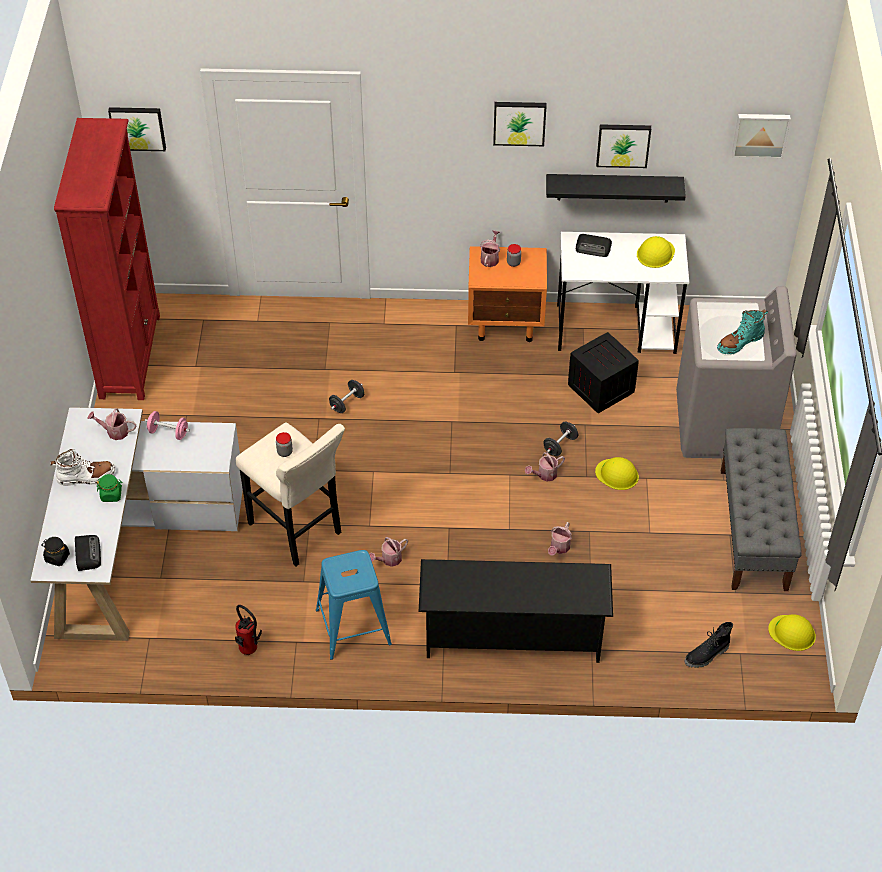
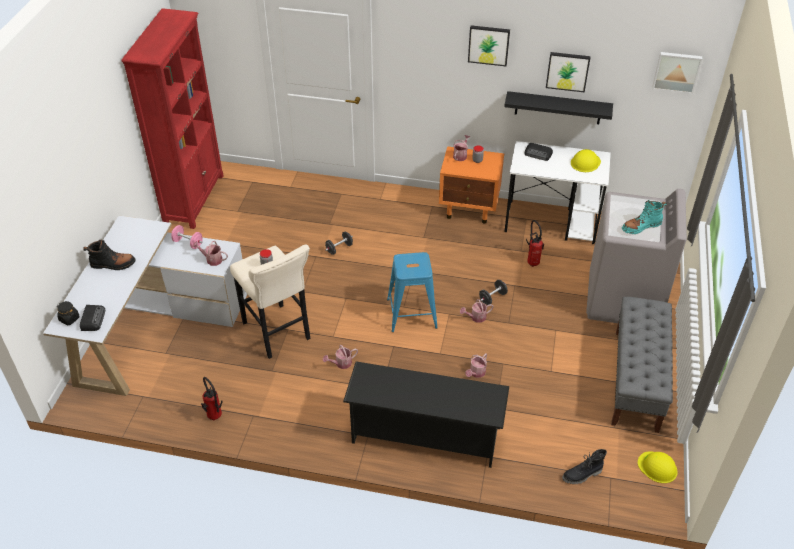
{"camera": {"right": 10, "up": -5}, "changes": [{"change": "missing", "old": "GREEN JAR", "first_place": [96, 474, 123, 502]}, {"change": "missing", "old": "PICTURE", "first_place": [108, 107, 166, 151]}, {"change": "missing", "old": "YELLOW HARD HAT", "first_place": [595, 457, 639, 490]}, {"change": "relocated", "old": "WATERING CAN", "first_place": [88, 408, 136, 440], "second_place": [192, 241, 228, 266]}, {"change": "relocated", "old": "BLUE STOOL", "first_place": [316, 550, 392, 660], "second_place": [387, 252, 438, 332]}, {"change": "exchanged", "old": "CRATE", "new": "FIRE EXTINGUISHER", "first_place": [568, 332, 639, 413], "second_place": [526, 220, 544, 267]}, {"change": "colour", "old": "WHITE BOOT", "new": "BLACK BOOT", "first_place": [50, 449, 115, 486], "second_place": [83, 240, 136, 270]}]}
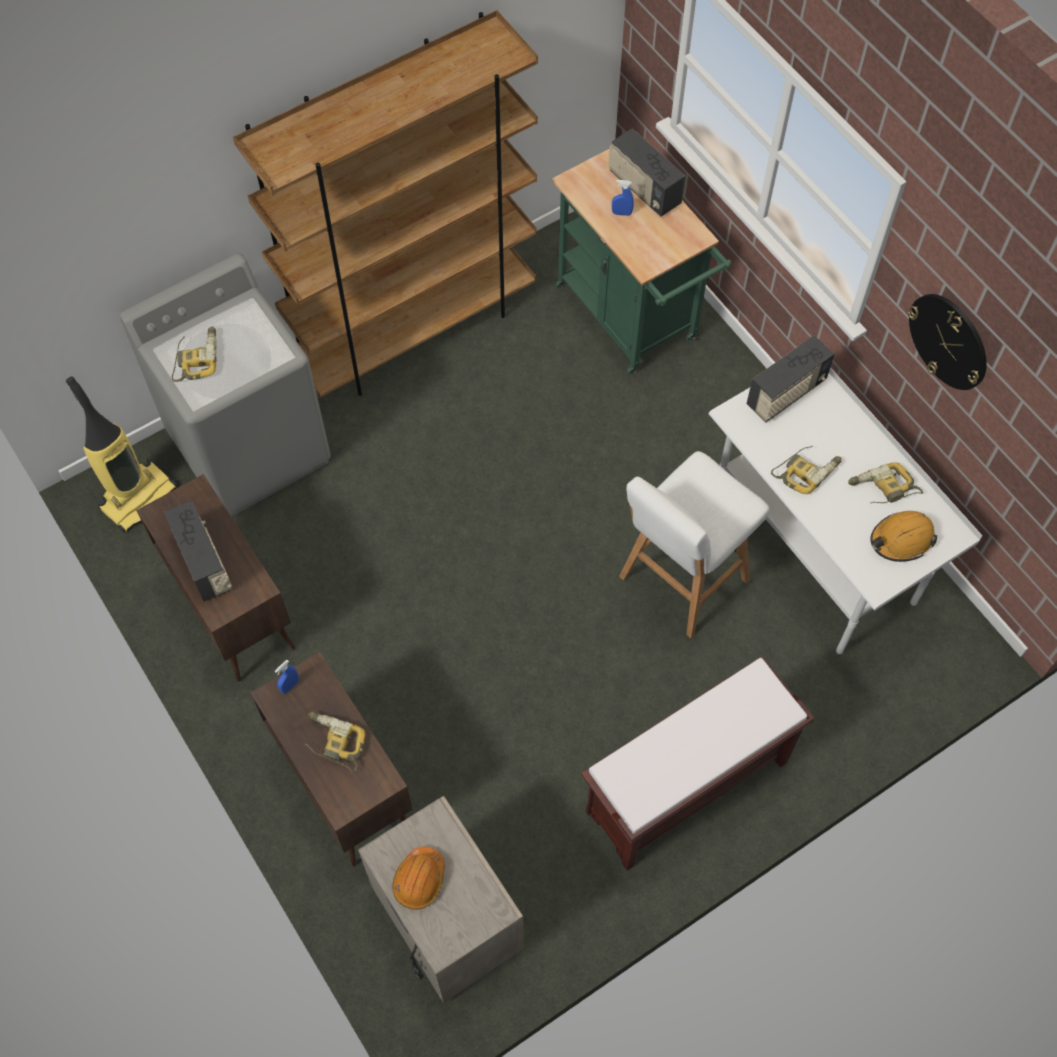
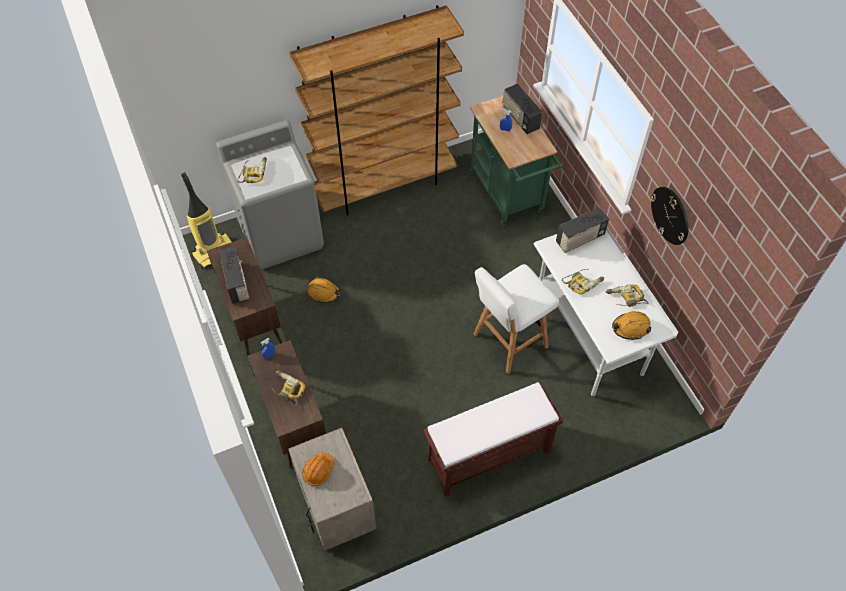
{"camera": {"right": 10, "up": -5}, "changes": [{"change": "appeared", "new": "ORANGE HARD HAT", "second_place": [308, 277, 340, 303]}]}
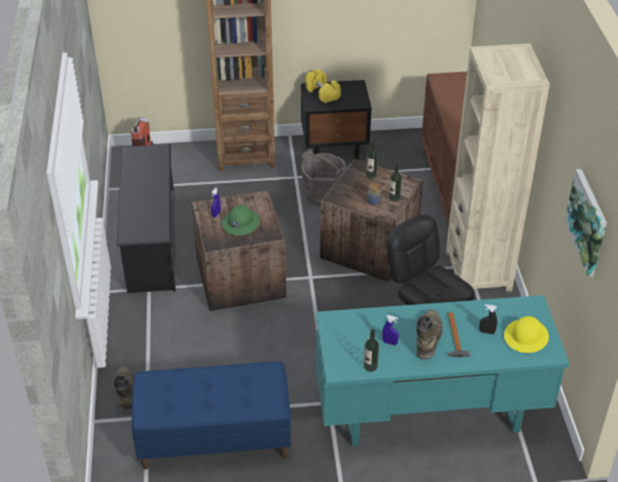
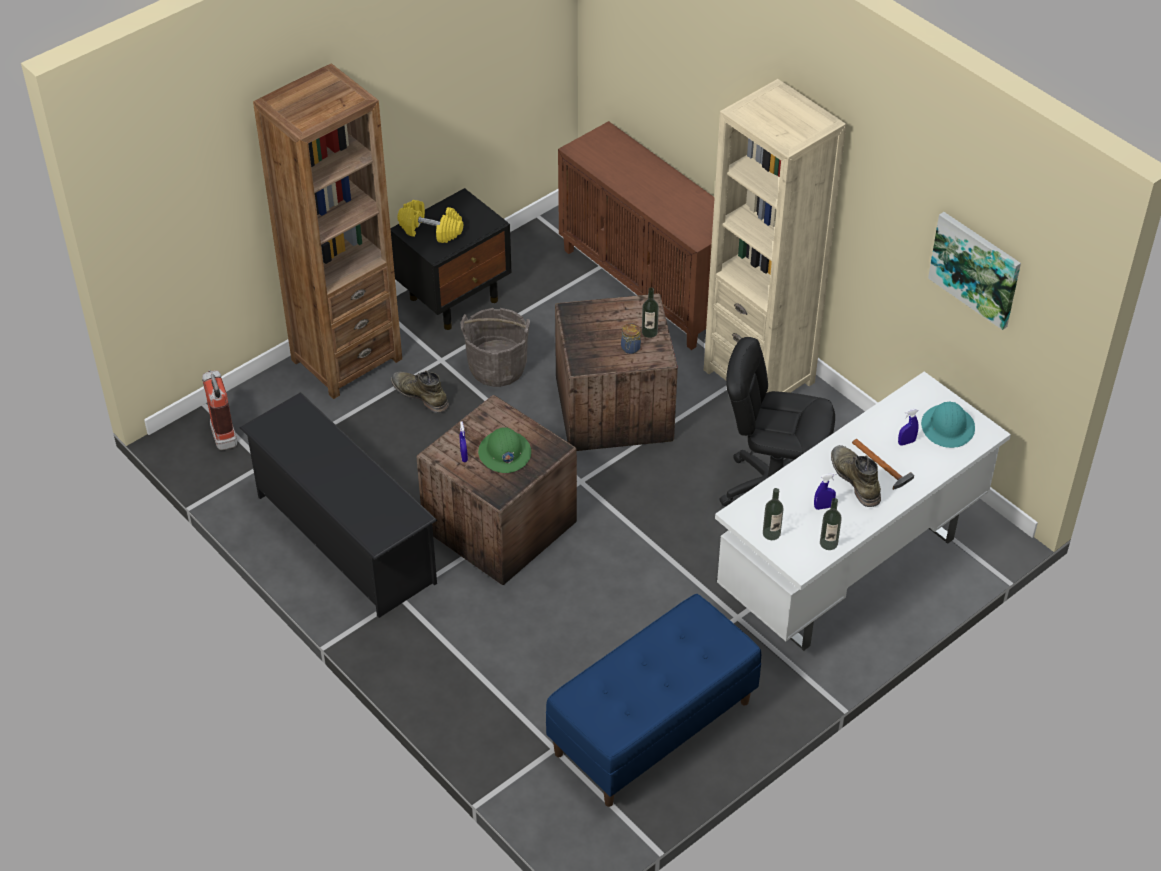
{"camera": {"right": -35, "up": 5}, "changes": [{"change": "relocated", "old": "GREEN BOOT", "first_place": [114, 366, 134, 414], "second_place": [391, 371, 449, 413]}, {"change": "relocated", "old": "BOTTLE", "first_place": [366, 141, 378, 178], "second_place": [763, 488, 784, 540]}, {"change": "colour", "old": "TURQUOISE DESK", "new": "WHITE DESK", "first_place": [316, 295, 569, 446], "second_place": [715, 371, 1011, 651]}, {"change": "colour", "old": "BLACK SPRAY BOTTLE", "new": "BLUE SPRAY BOTTLE", "first_place": [479, 304, 497, 334], "second_place": [898, 408, 919, 446]}, {"change": "colour", "old": "YELLOW HARD HAT", "new": "TURQUOISE HARD HAT", "first_place": [504, 316, 549, 353], "second_place": [921, 401, 975, 448]}]}
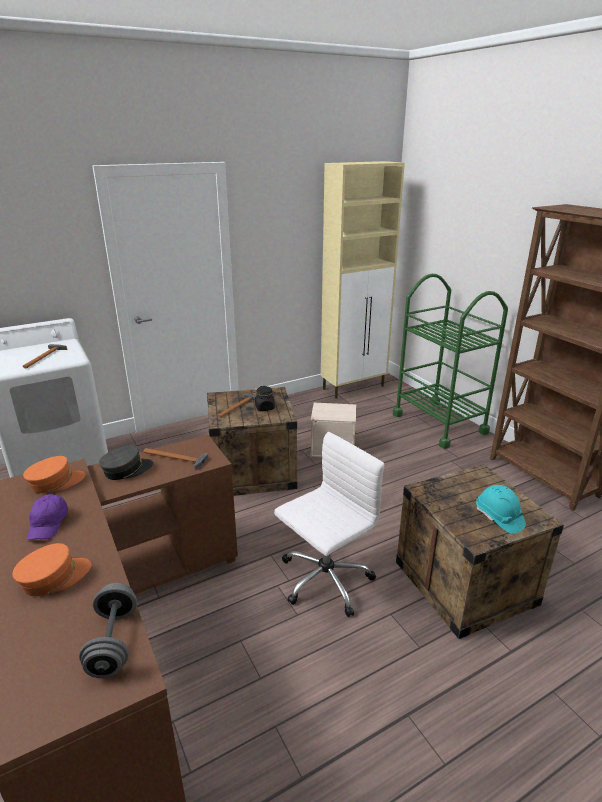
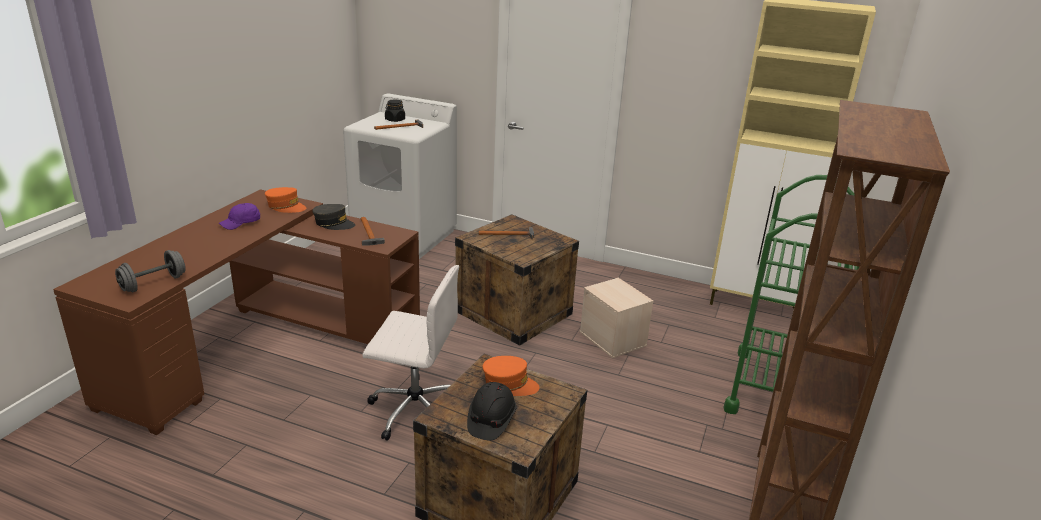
{"camera": {"right": 50, "up": 0}, "changes": [{"change": "relocated", "old": "ORANGE CAP", "first_place": [13, 543, 91, 596], "second_place": [483, 356, 540, 396]}, {"change": "relocated", "old": "BLACK JAR", "first_place": [255, 386, 275, 411], "second_place": [385, 99, 405, 122]}, {"change": "colour", "old": "TURQUOISE HARD HAT", "new": "BLACK HARD HAT", "first_place": [476, 485, 526, 534], "second_place": [467, 382, 517, 441]}]}
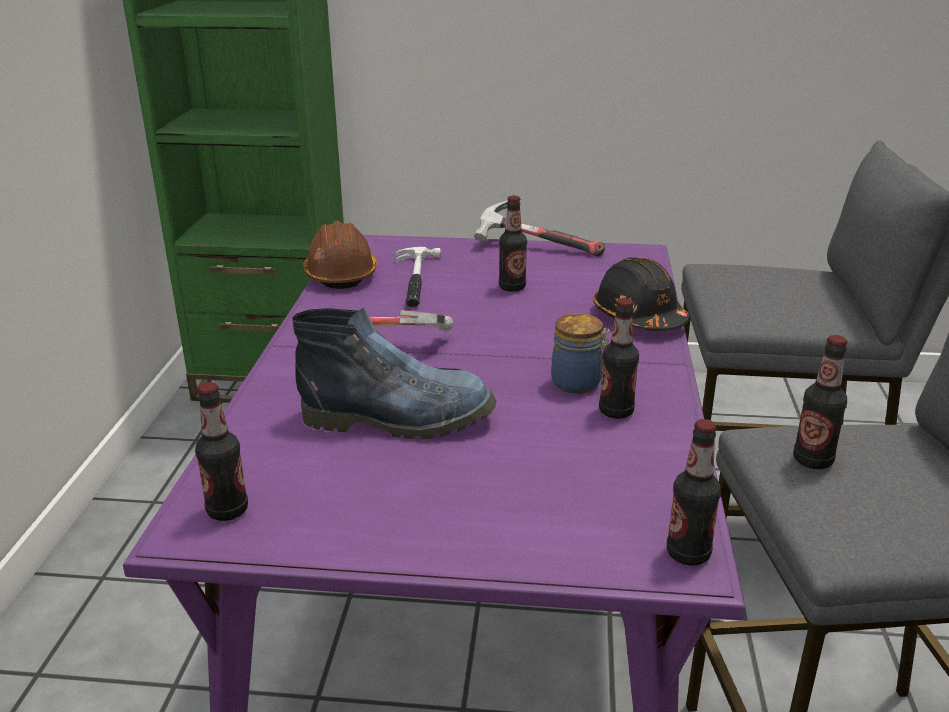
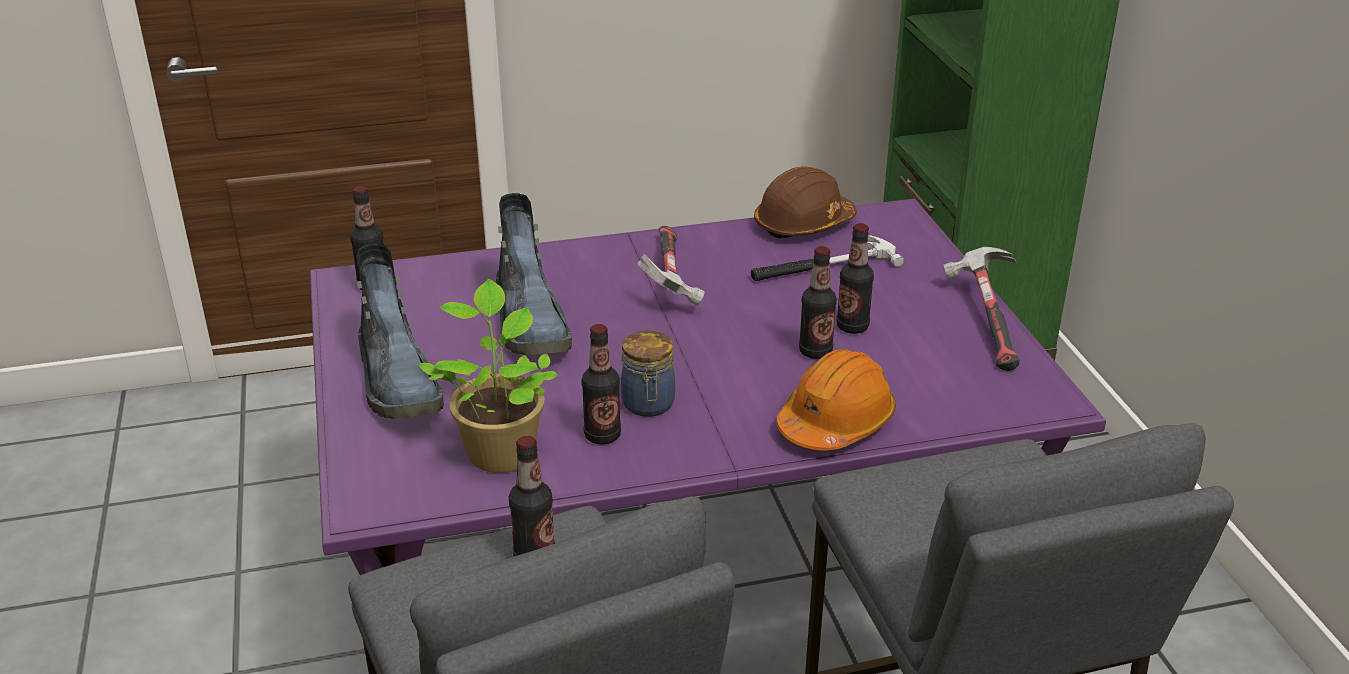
{"camera": {"right": 70, "up": 5}, "changes": [{"change": "appeared", "new": "BOOT", "second_place": [357, 243, 444, 419]}, {"change": "appeared", "new": "POTTED PLANT", "second_place": [418, 279, 558, 473]}, {"change": "relocated", "old": "BOTTLE", "first_place": [667, 419, 721, 566], "second_place": [799, 246, 837, 359]}, {"change": "colour", "old": "BLACK HARD HAT", "new": "ORANGE HARD HAT", "first_place": [593, 257, 689, 331], "second_place": [776, 349, 896, 450]}]}
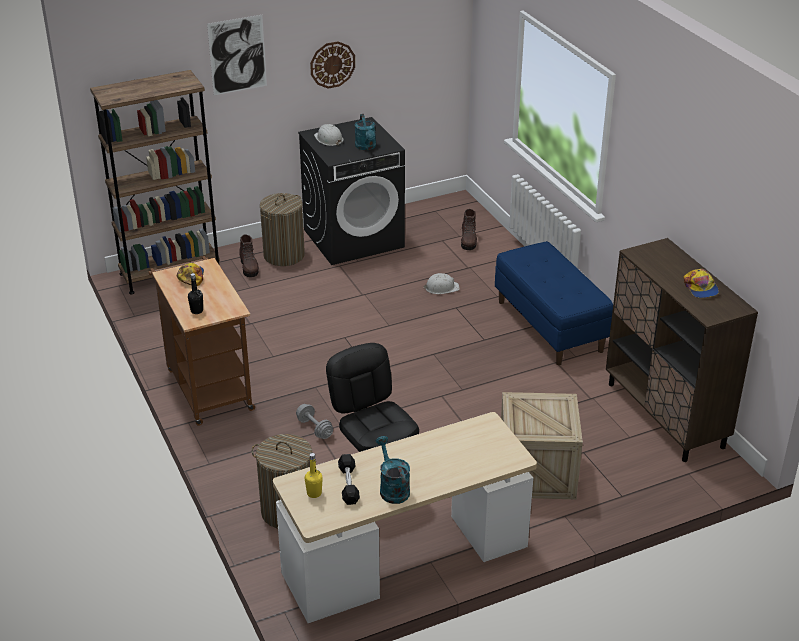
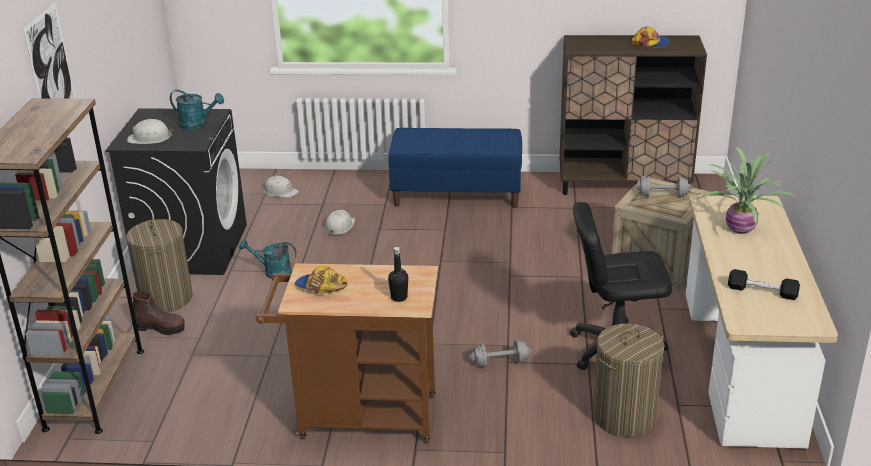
{"camera": {"right": -60, "up": -5}, "changes": [{"change": "missing", "old": "YELLOW BOTTLE", "first_place": [305, 453, 323, 498]}, {"change": "missing", "old": "WALL CLOCK", "first_place": [310, 41, 355, 89]}, {"change": "appeared", "new": "GREY DUMBBELL", "second_place": [635, 176, 692, 198]}, {"change": "appeared", "new": "POTTED PLANT", "second_place": [697, 147, 796, 234]}, {"change": "relocated", "old": "TURQUOISE WATERING CAN", "first_place": [375, 436, 410, 504], "second_place": [239, 239, 296, 279]}, {"change": "exchanged", "old": "BROWN BOOT", "new": "WHITE HARD HAT", "first_place": [461, 209, 477, 250], "second_place": [263, 176, 299, 197]}]}
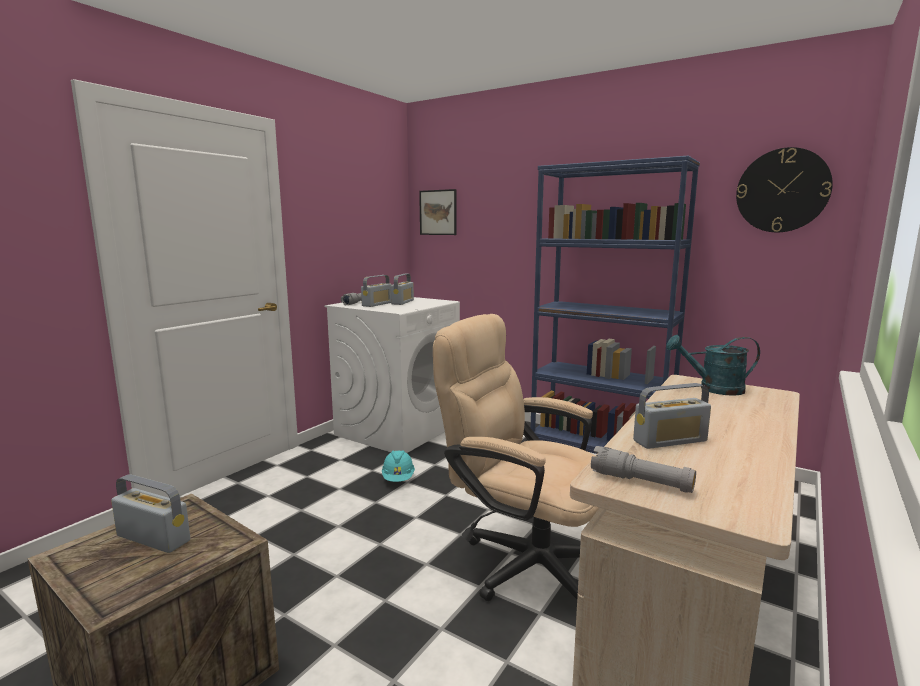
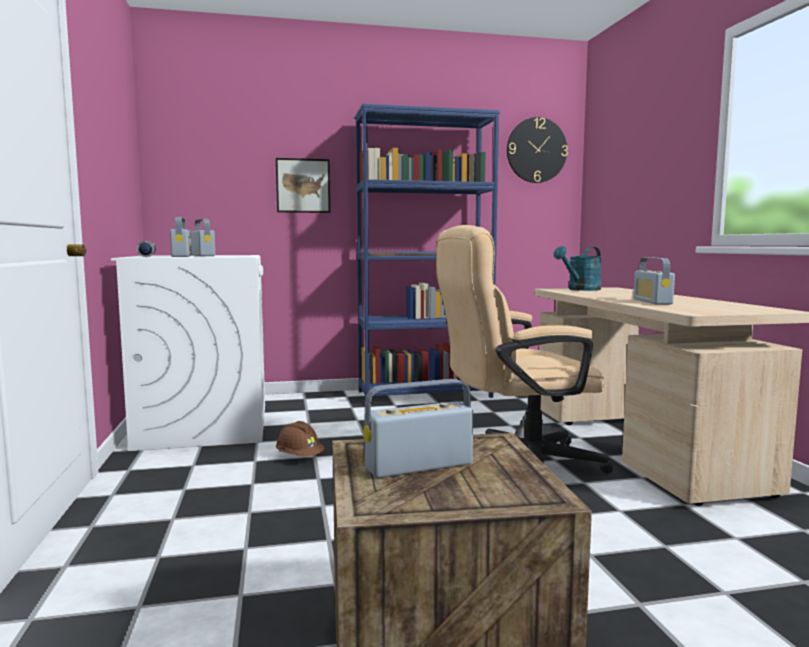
{"camera": {"right": -45, "up": -5}, "changes": [{"change": "missing", "old": "GREY FLASHLIGHT", "first_place": [591, 446, 696, 493]}, {"change": "relocated", "old": "PICTURE", "first_place": [419, 189, 456, 235], "second_place": [276, 158, 330, 213]}, {"change": "colour", "old": "TURQUOISE HARD HAT", "new": "BROWN HARD HAT", "first_place": [382, 450, 415, 482], "second_place": [276, 421, 325, 456]}, {"change": "spun", "old": "RADIO", "first_place": [633, 383, 711, 449], "second_place": [633, 257, 675, 305], "degrees": 150}]}
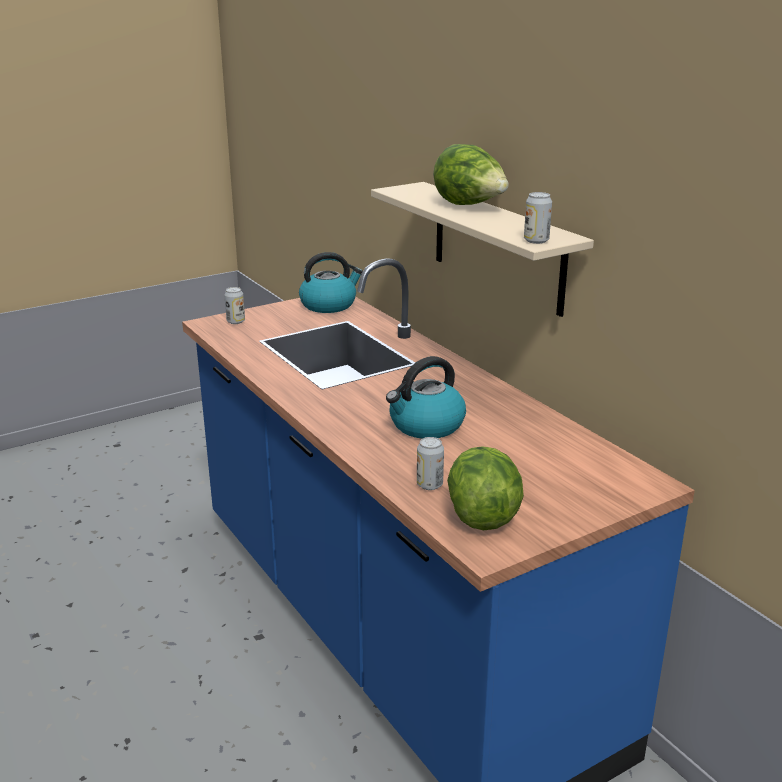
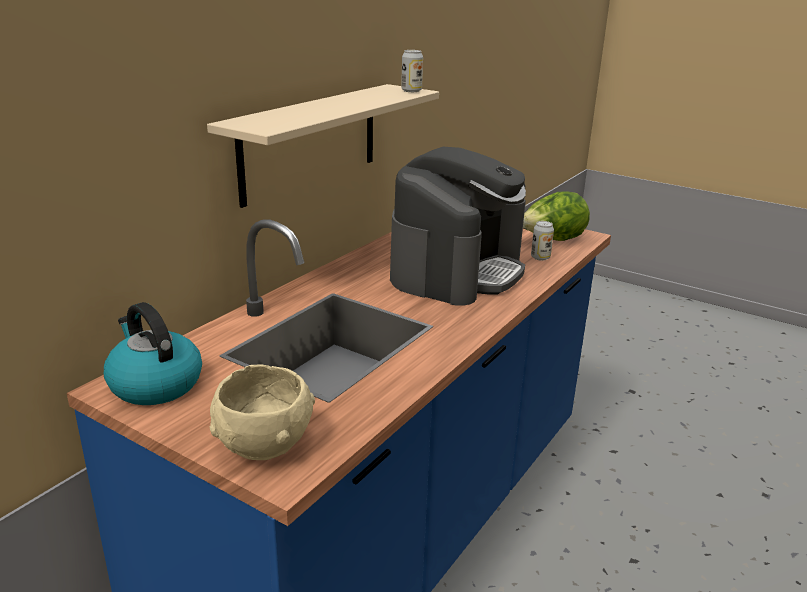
{"camera": {"right": -115, "up": 0}, "changes": [{"change": "missing", "old": "LETTUCE", "first_place": [433, 144, 509, 205]}, {"change": "exchanged", "old": "CAN", "new": "BEIGE BOWL", "first_place": [224, 287, 245, 324], "second_place": [210, 365, 315, 460]}, {"change": "exchanged", "old": "KETTLE", "new": "COFFEE MACHINE", "first_place": [386, 356, 466, 439], "second_place": [390, 147, 526, 306]}]}
